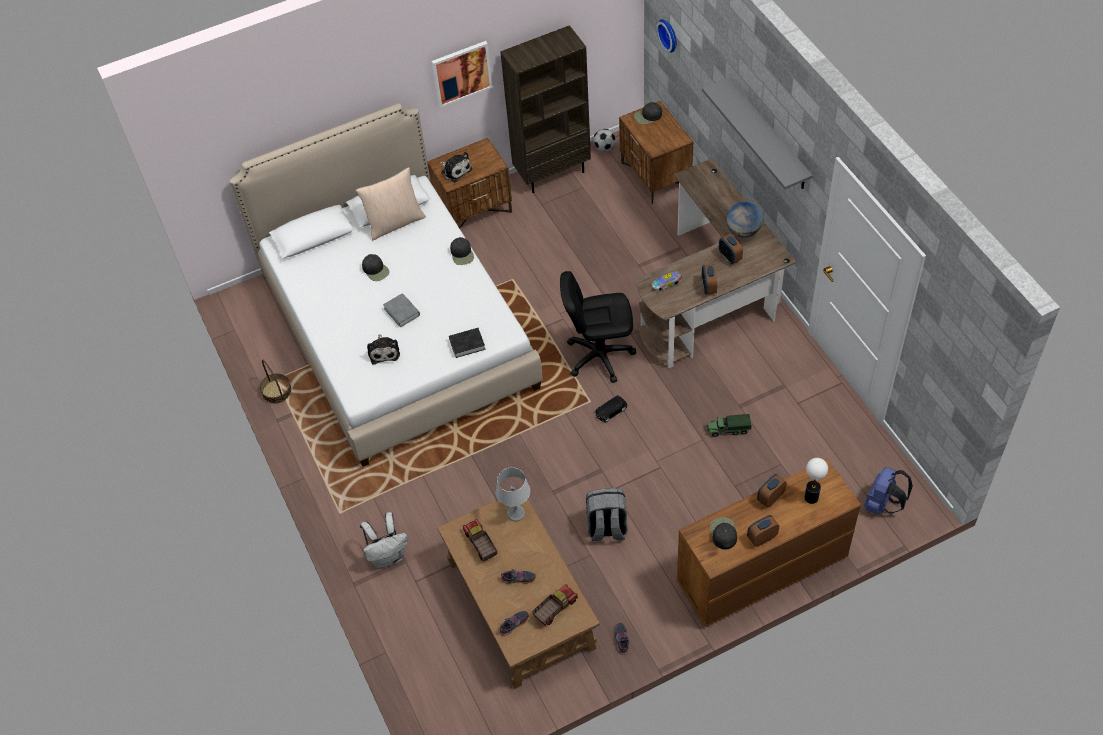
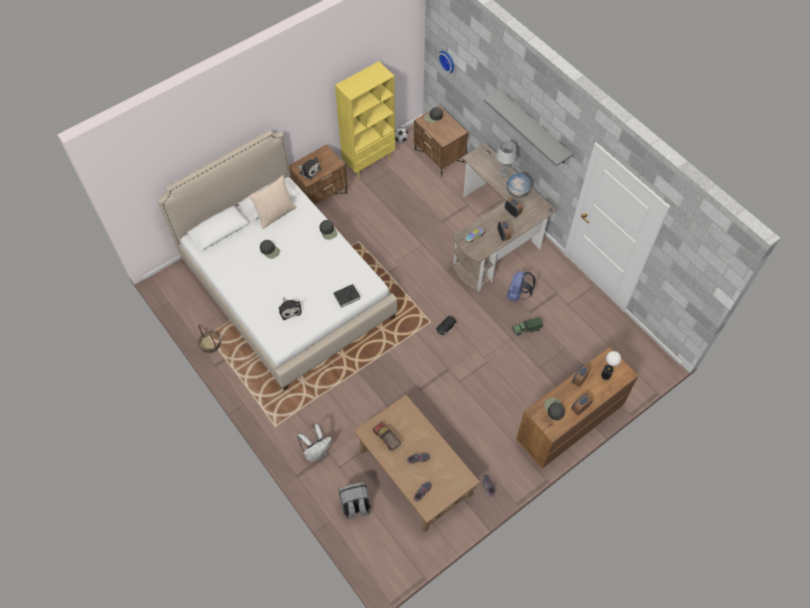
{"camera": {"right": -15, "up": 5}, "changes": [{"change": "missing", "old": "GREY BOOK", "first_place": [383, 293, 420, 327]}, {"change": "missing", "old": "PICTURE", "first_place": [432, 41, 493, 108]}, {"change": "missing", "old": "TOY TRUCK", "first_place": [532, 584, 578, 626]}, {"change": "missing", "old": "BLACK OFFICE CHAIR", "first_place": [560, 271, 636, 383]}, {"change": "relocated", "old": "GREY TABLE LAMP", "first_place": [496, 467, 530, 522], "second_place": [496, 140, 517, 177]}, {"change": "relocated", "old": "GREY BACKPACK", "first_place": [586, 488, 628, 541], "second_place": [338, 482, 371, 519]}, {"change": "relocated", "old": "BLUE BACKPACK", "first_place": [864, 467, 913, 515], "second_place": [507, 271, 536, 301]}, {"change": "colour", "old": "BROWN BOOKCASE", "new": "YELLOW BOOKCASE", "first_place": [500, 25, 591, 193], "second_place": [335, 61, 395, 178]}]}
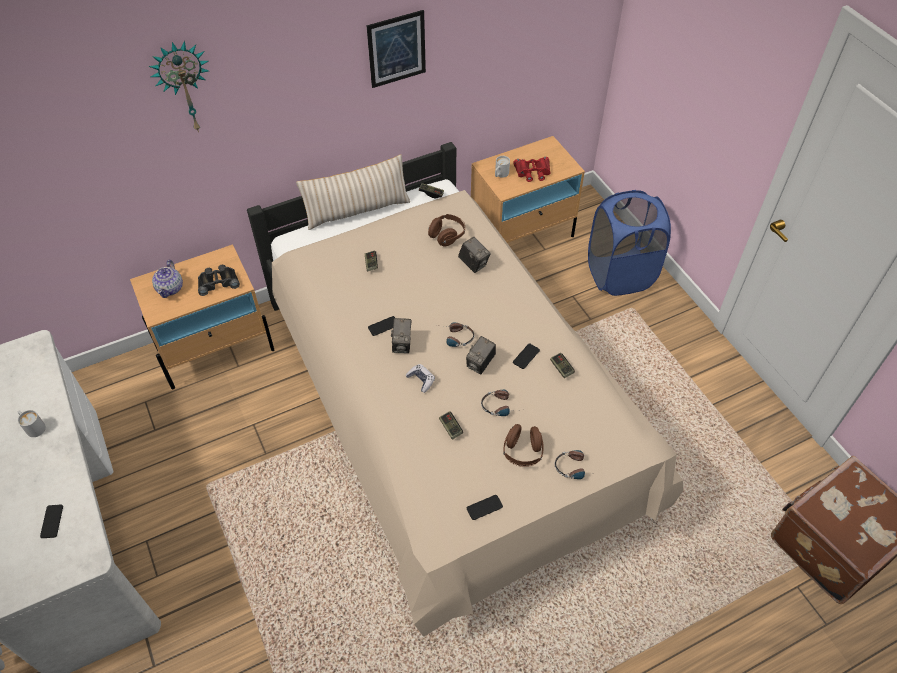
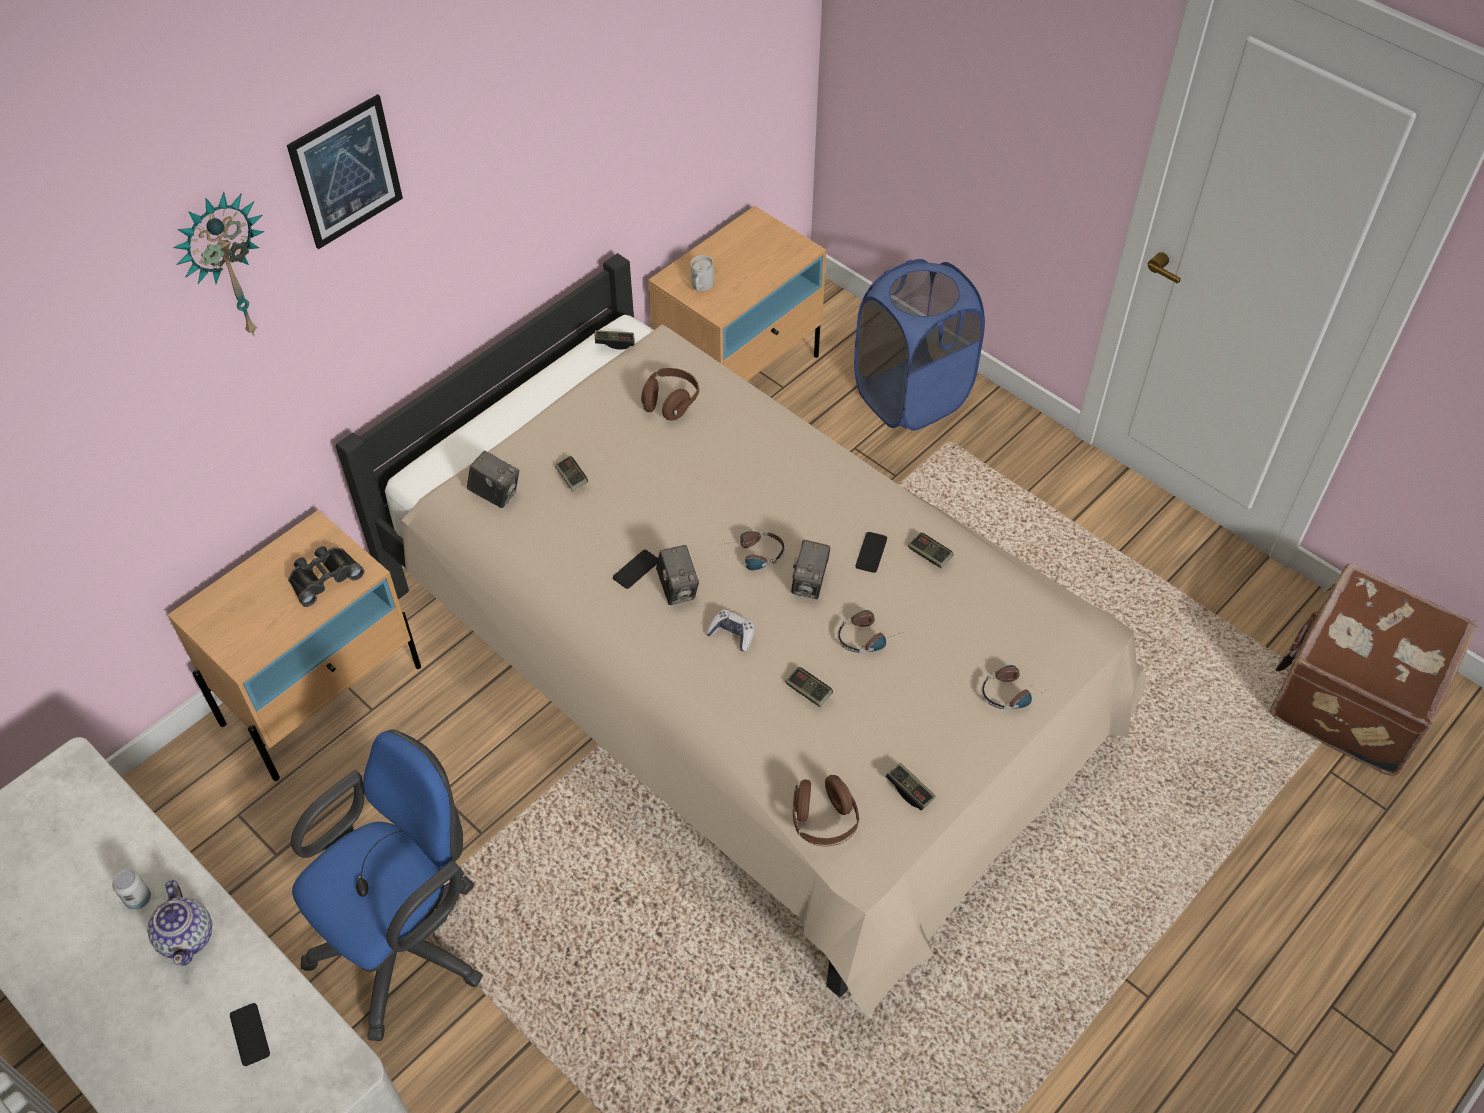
{"camera": {"right": -20, "up": 0}, "changes": [{"change": "missing", "old": "BEIGE PILLOW", "first_place": [296, 155, 410, 230]}, {"change": "missing", "old": "RED BINOCULARS", "first_place": [513, 157, 551, 182]}, {"change": "appeared", "new": "BLUE OFFICE CHAIR", "second_place": [291, 730, 483, 1041]}, {"change": "relocated", "old": "TEAPOT", "first_place": [152, 260, 183, 298], "second_place": [147, 880, 212, 966]}, {"change": "relocated", "old": "PICTURE", "first_place": [366, 10, 426, 88], "second_place": [287, 94, 403, 249]}, {"change": "relocated", "old": "PHOTO CAMERA", "first_place": [458, 237, 491, 273], "second_place": [467, 451, 519, 508]}, {"change": "relocated", "old": "BROWN HEADPHONES", "first_place": [503, 424, 544, 467], "second_place": [793, 775, 859, 847]}, {"change": "exchanged", "old": "WHITE MUG", "new": "CAN", "first_place": [18, 410, 46, 437], "second_place": [112, 869, 151, 910]}, {"change": "exchanged", "old": "PHONE", "new": "GAME CONTROLLER", "first_place": [467, 495, 503, 520], "second_place": [886, 763, 936, 810]}]}
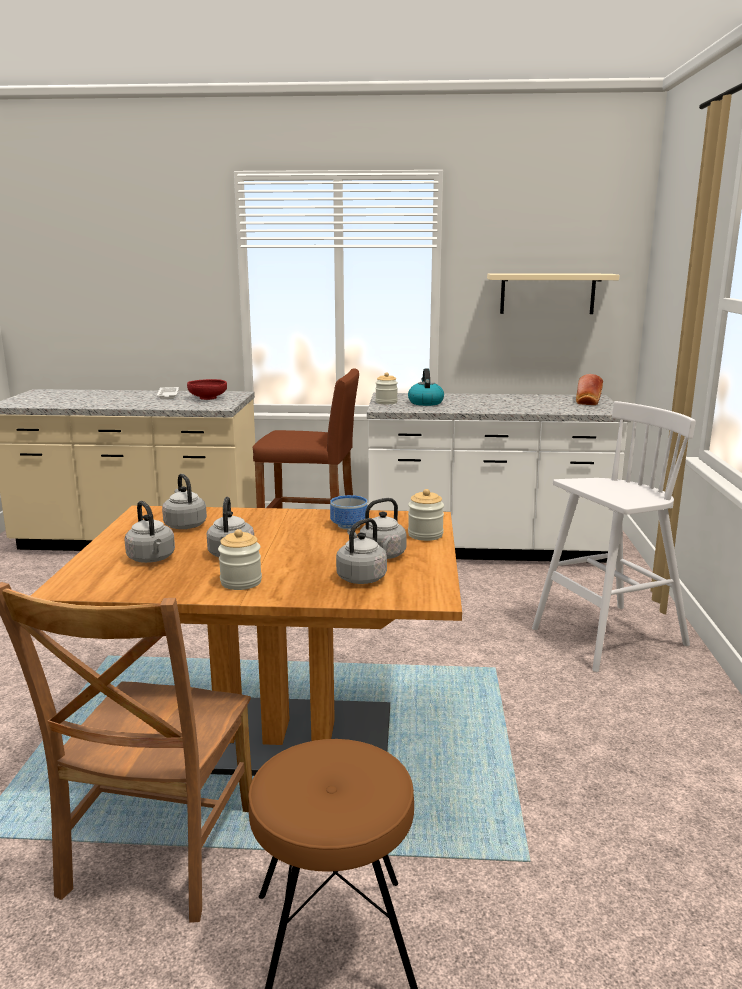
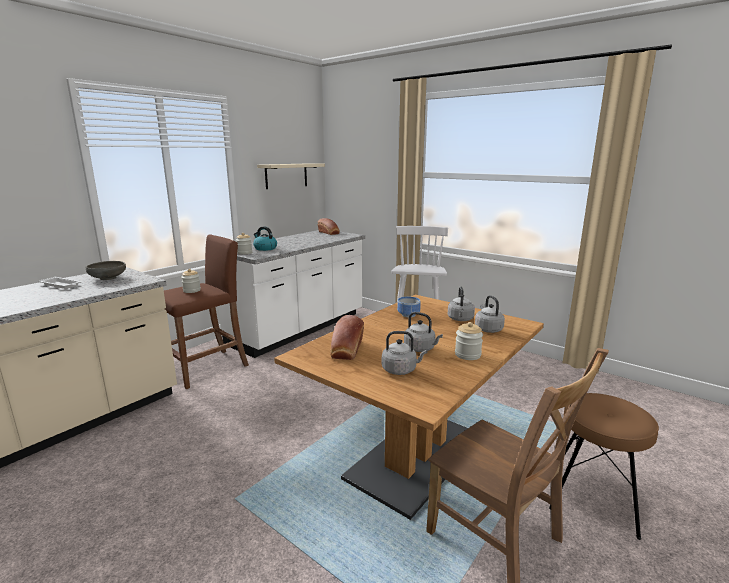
{"camera": {"right": -55, "up": 0}, "changes": [{"change": "relocated", "old": "JAR", "first_place": [408, 489, 444, 541], "second_place": [181, 269, 201, 293]}, {"change": "exchanged", "old": "GREY KETTLE", "new": "BREAD", "first_place": [162, 474, 207, 529], "second_place": [330, 315, 364, 360]}, {"change": "colour", "old": "RED BOWL", "new": "GREY BOWL", "first_place": [187, 379, 227, 400], "second_place": [86, 261, 126, 280]}]}
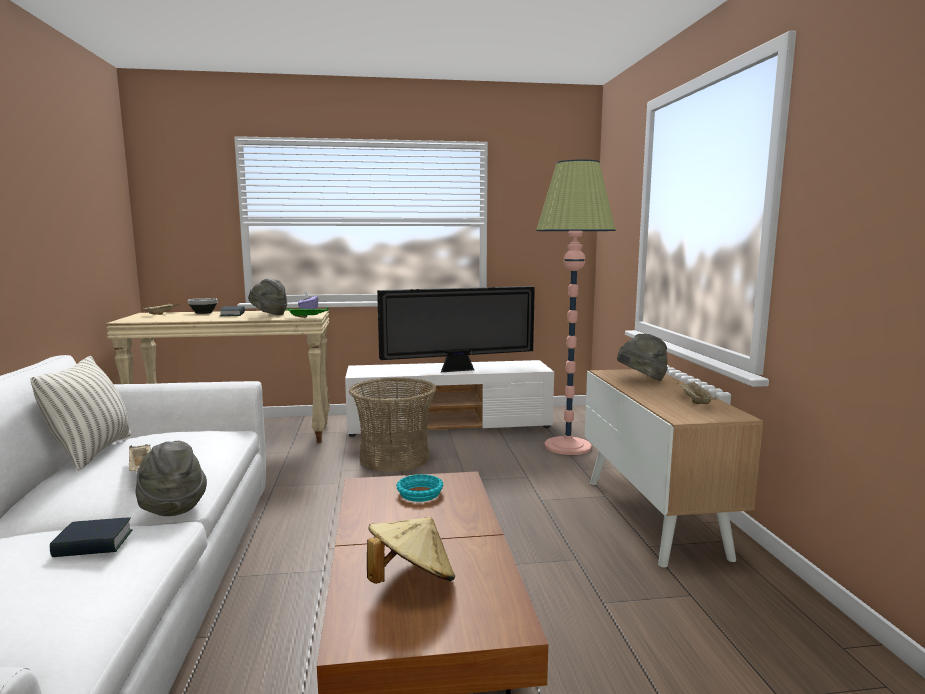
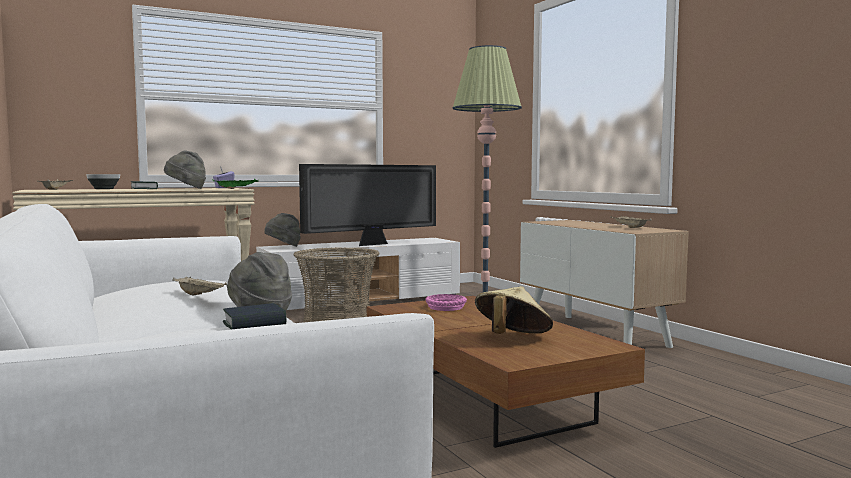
{"camera": {"right": -20, "up": -5}, "changes": [{"change": "missing", "old": "PILLOW", "first_place": [31, 356, 131, 470]}, {"change": "relocated", "old": "GREY HAT", "first_place": [617, 334, 668, 381], "second_place": [264, 213, 301, 247]}, {"change": "colour", "old": "TURQUOISE BOWL", "new": "PINK BOWL", "first_place": [396, 474, 444, 502], "second_place": [425, 294, 467, 311]}]}
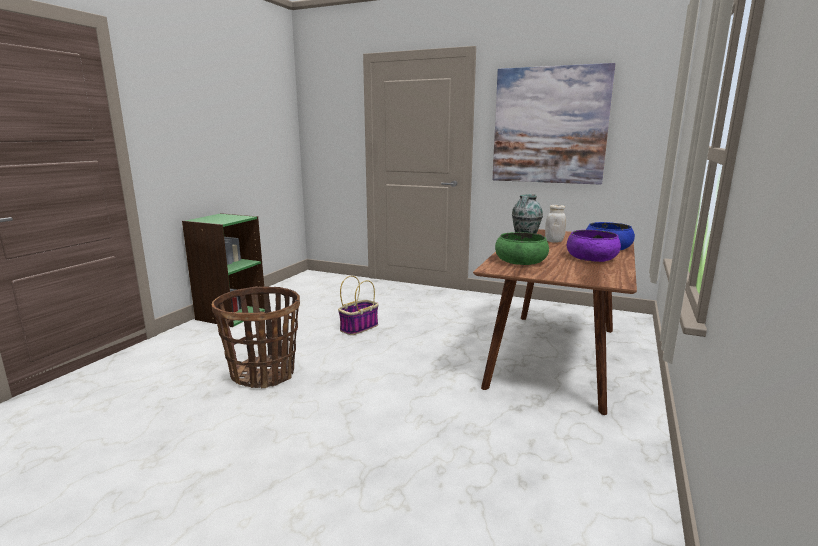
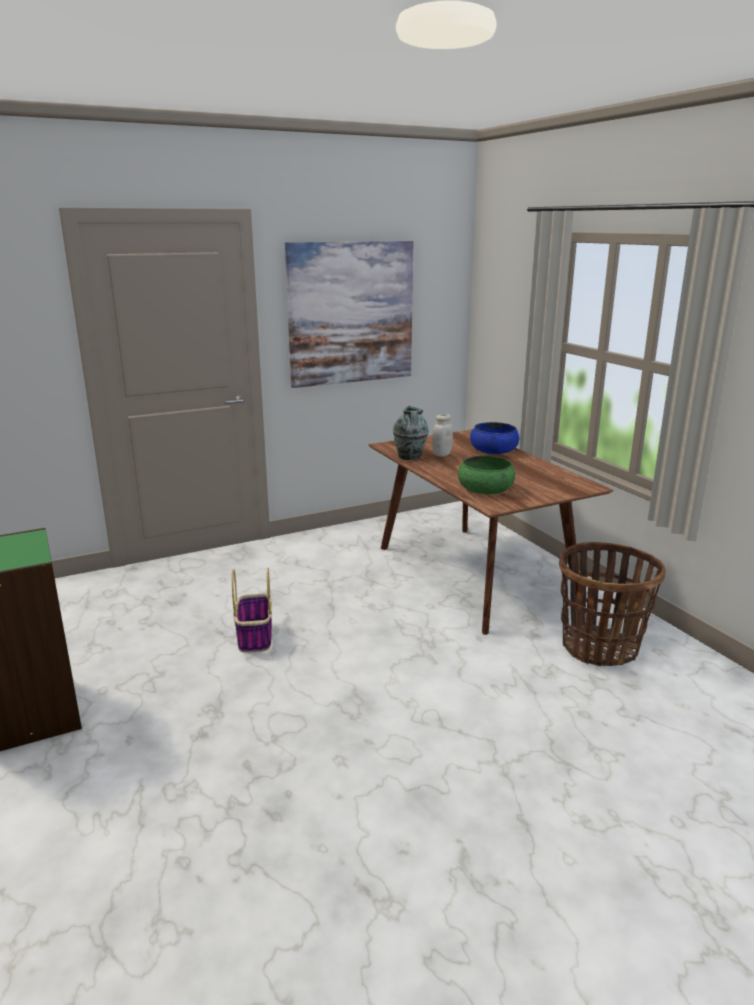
{"camera": {"right": -50, "up": 5}, "changes": [{"change": "missing", "old": "PURPLE BOWL", "first_place": [567, 230, 621, 262]}, {"change": "relocated", "old": "BASKET", "first_place": [212, 286, 300, 388], "second_place": [559, 542, 666, 667]}]}
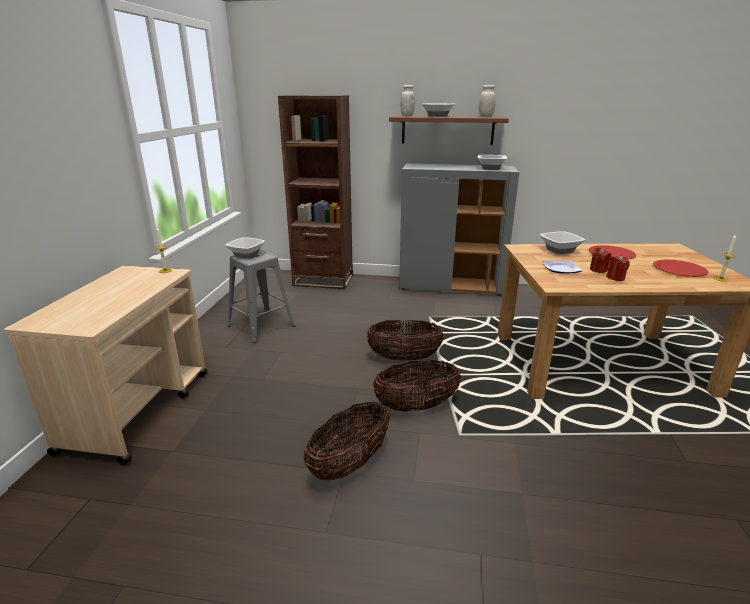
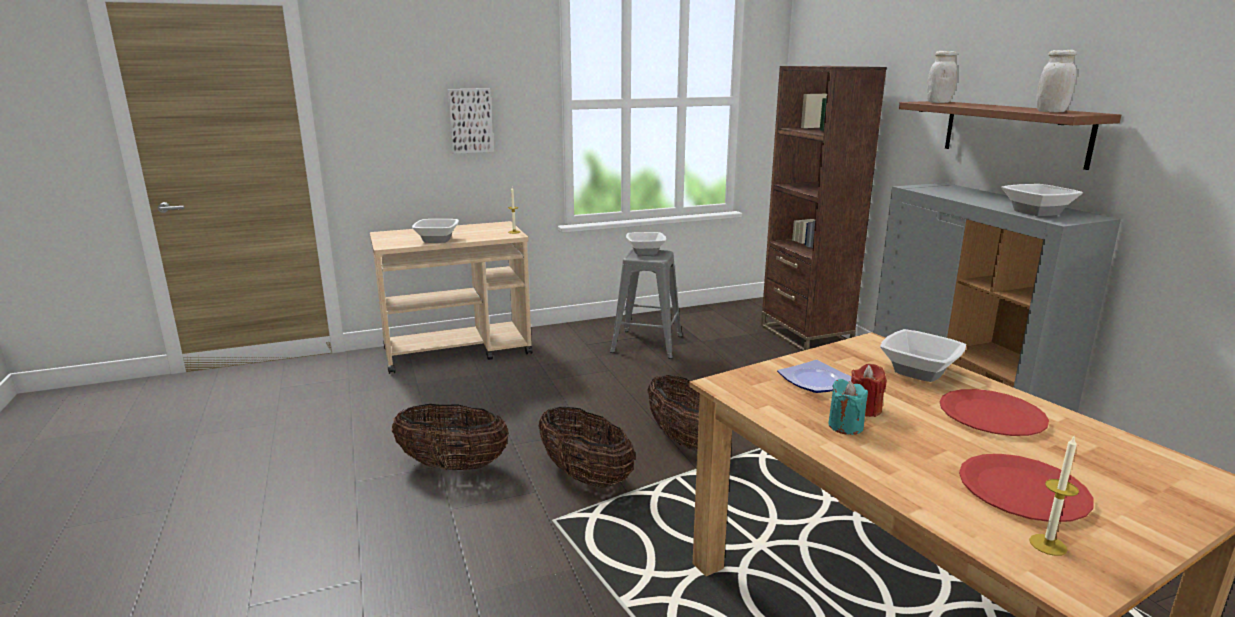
{"camera": {"right": 60, "up": -5}, "changes": [{"change": "appeared", "new": "PICTURE", "second_place": [447, 88, 494, 154]}, {"change": "relocated", "old": "BOWL", "first_place": [422, 103, 455, 117], "second_place": [412, 219, 459, 243]}, {"change": "colour", "old": "RED CANDLE", "new": "TURQUOISE CANDLE", "first_place": [606, 255, 630, 281], "second_place": [828, 379, 868, 435]}]}
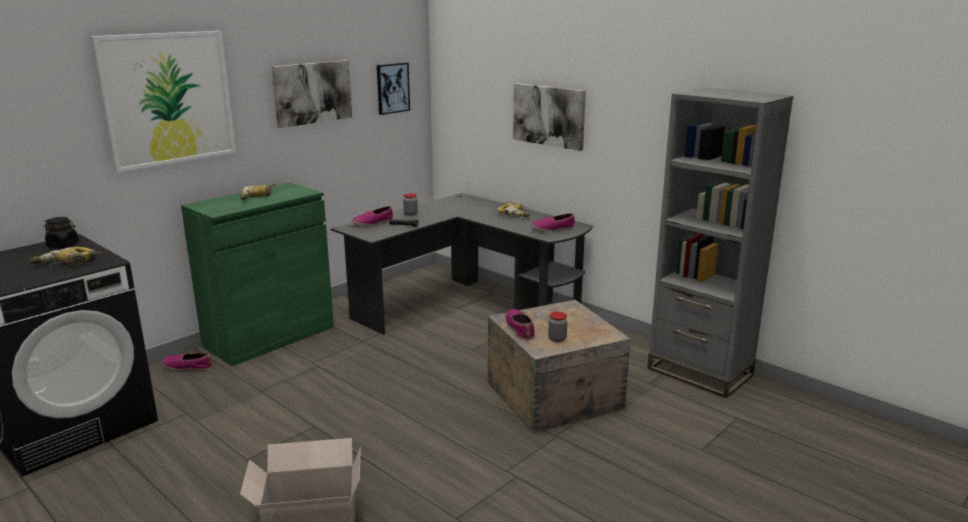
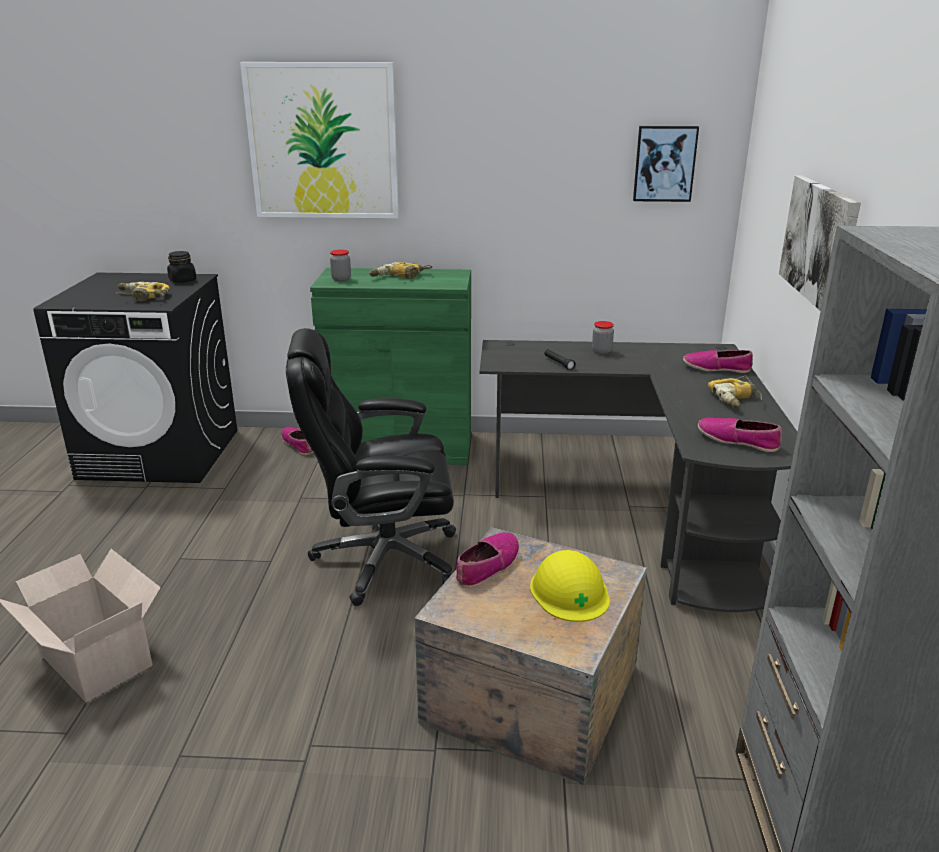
{"camera": {"right": 50, "up": 5}, "changes": [{"change": "missing", "old": "PICTURE", "first_place": [272, 60, 352, 128]}, {"change": "appeared", "new": "BLACK OFFICE CHAIR", "second_place": [286, 328, 456, 606]}, {"change": "appeared", "new": "YELLOW HARD HAT", "second_place": [530, 550, 610, 622]}, {"change": "relocated", "old": "SHOE", "first_place": [352, 206, 393, 226], "second_place": [683, 350, 753, 373]}, {"change": "relocated", "old": "JAR", "first_place": [548, 312, 567, 342], "second_place": [330, 250, 351, 282]}]}
